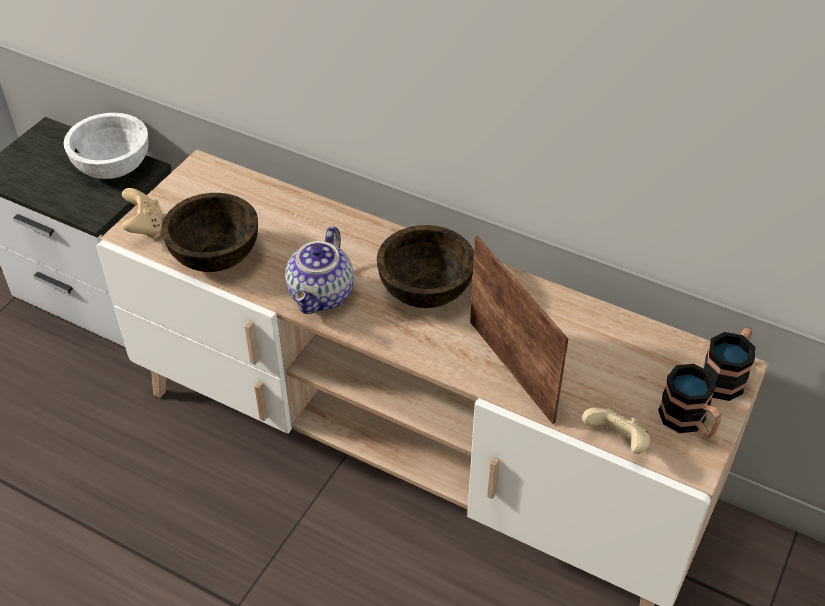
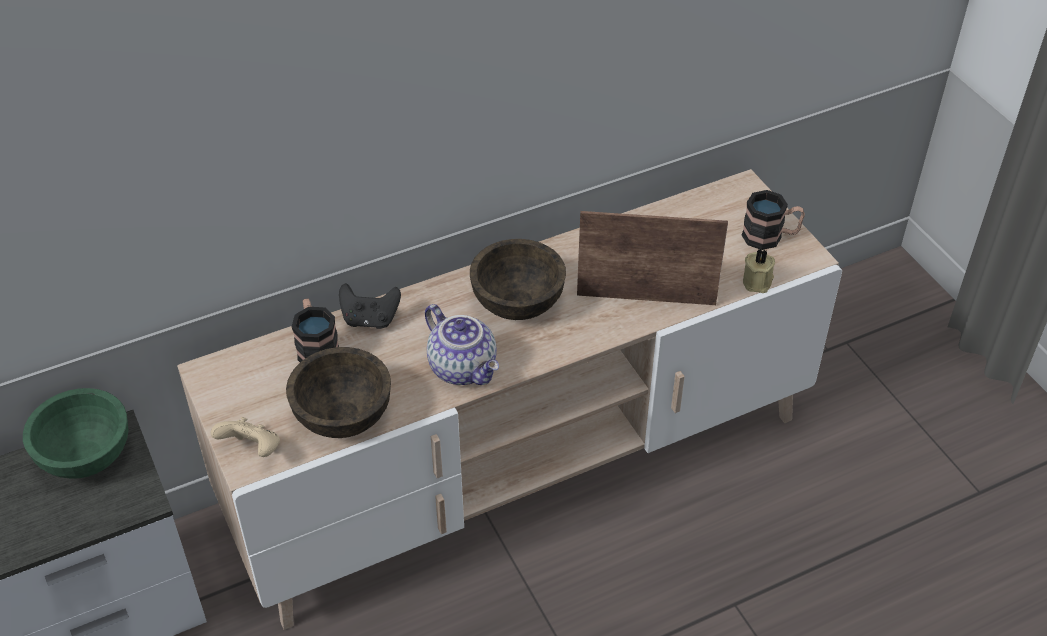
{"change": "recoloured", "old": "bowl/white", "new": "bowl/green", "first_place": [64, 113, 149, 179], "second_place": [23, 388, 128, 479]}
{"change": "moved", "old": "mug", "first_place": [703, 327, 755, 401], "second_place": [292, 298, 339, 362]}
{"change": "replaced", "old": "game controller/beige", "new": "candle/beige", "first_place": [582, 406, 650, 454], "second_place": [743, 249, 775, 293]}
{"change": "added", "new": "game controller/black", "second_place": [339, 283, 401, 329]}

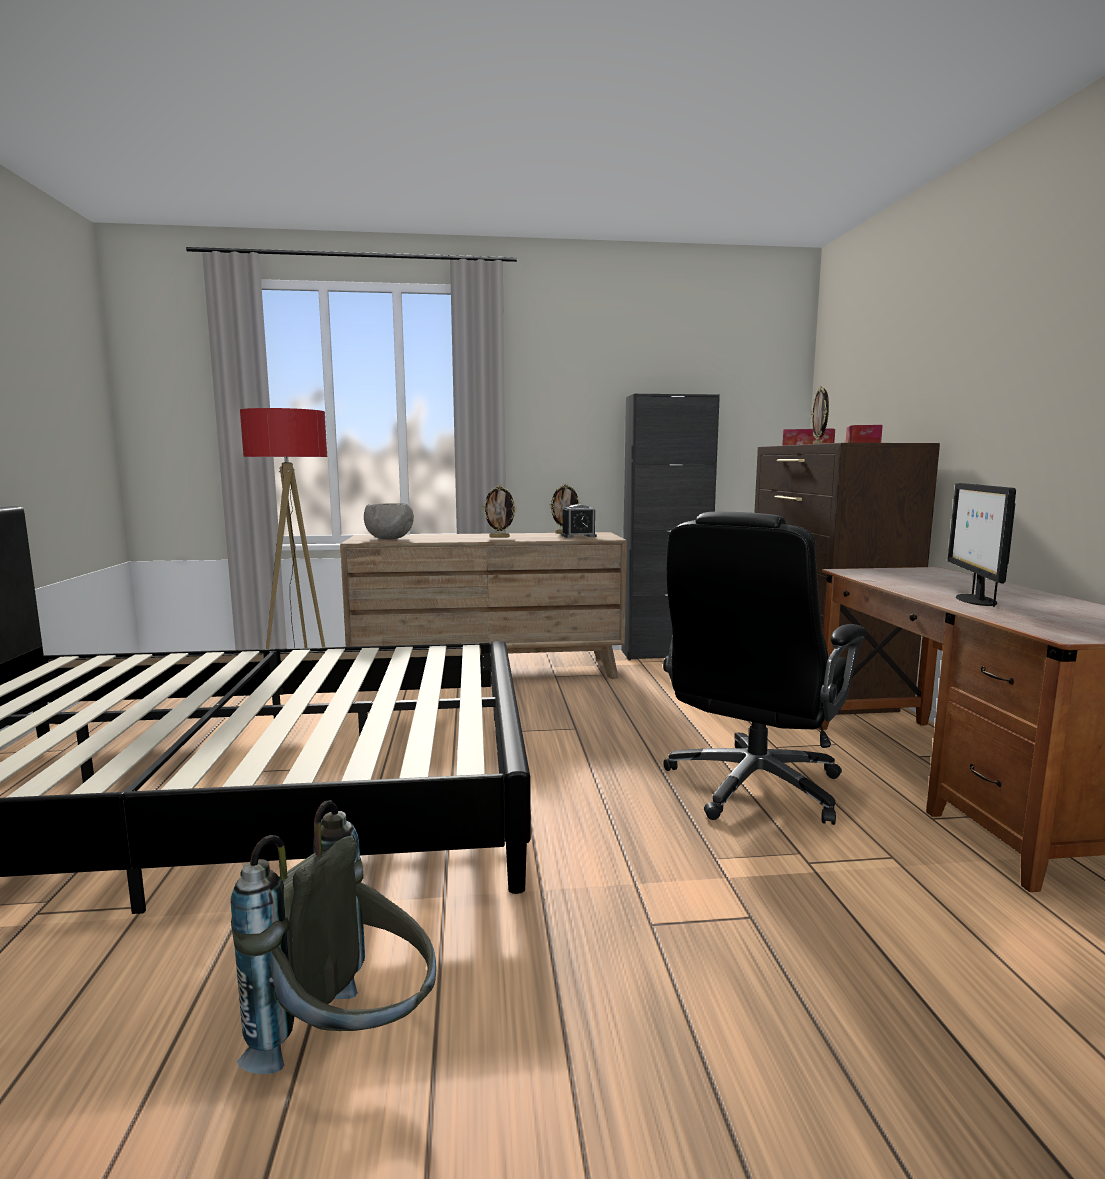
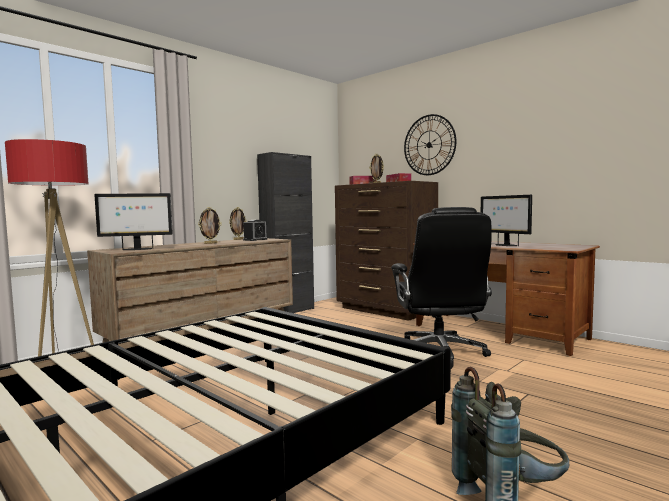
{"change": "replaced", "old": "bowl/grey", "new": "monitor", "first_place": [364, 503, 414, 540], "second_place": [94, 193, 173, 250]}
{"change": "added", "new": "wall clock", "second_place": [404, 114, 456, 175]}

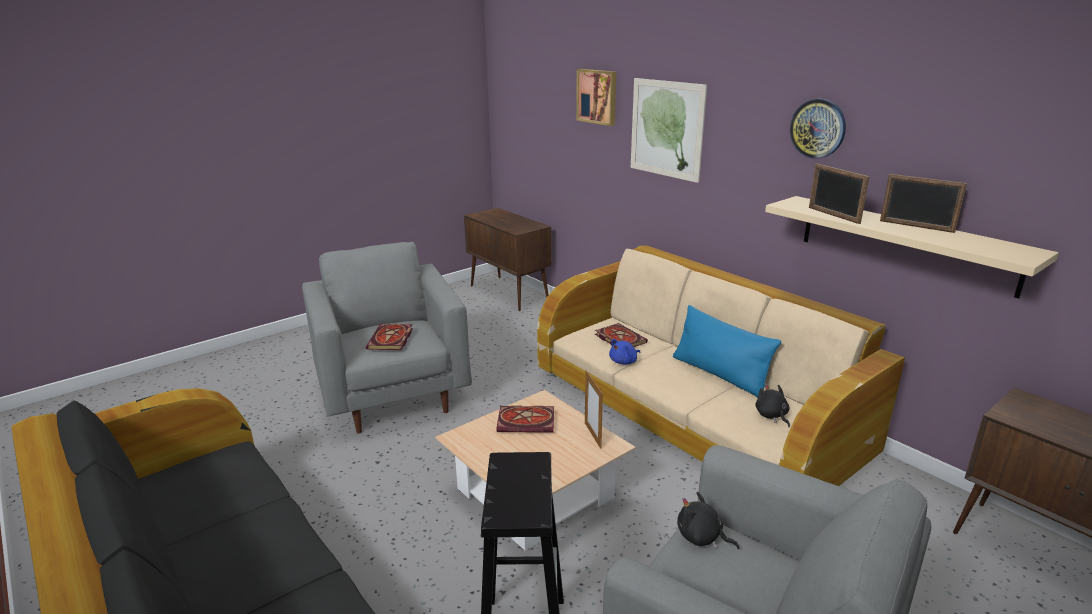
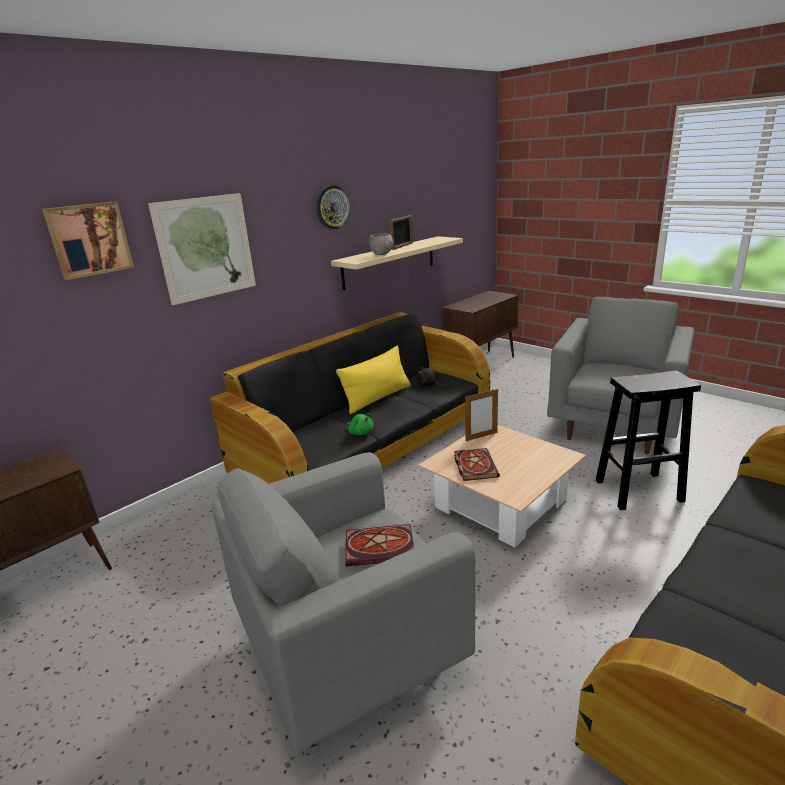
{"change": "replaced", "old": "picture frame", "new": "bowl/grey", "first_place": [809, 163, 870, 224], "second_place": [369, 234, 393, 255]}
{"change": "recoloured", "old": "sofa/beige", "new": "sofa/black", "first_place": [537, 246, 905, 486], "second_place": [210, 312, 490, 484]}
{"change": "recoloured", "old": "pillow/blue", "new": "pillow/yellow", "first_place": [673, 305, 781, 398], "second_place": [336, 345, 411, 414]}
{"change": "removed", "old": "book", "first_place": [595, 323, 648, 347]}
{"change": "recoloured", "old": "plush toy/blue", "new": "plush toy/green", "first_place": [609, 339, 641, 365], "second_place": [347, 413, 374, 435]}
{"change": "removed", "old": "plush toy/black", "first_place": [677, 492, 739, 549]}

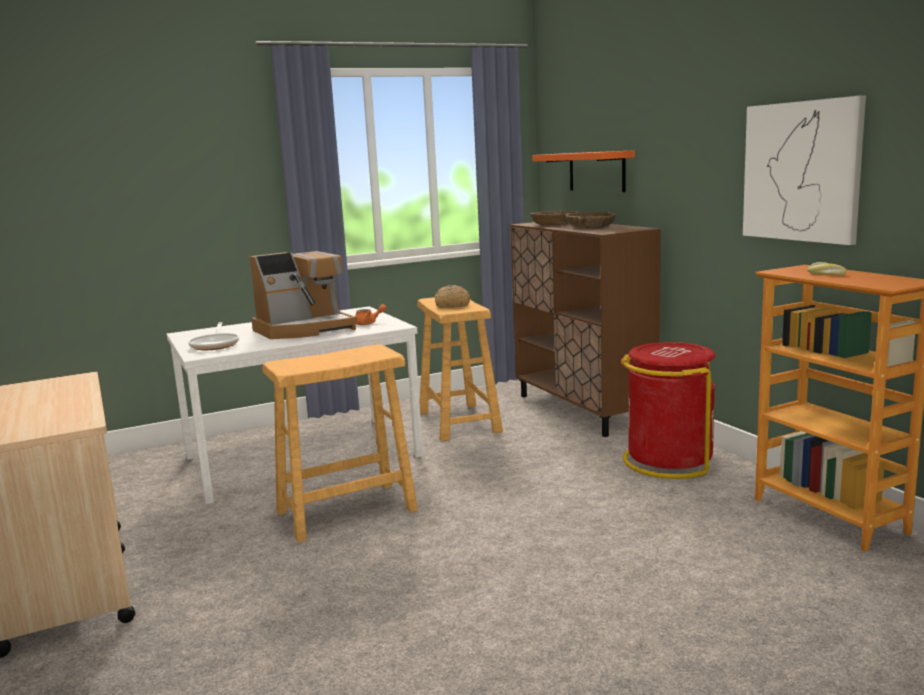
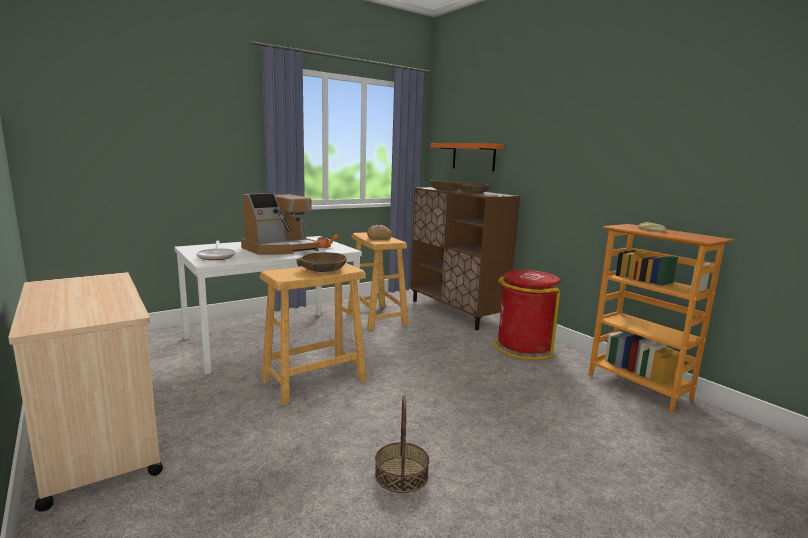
{"change": "removed", "old": "picture", "first_place": [743, 95, 866, 245]}
{"change": "added", "new": "bowl/brown", "second_place": [296, 252, 347, 272]}
{"change": "added", "new": "basket", "second_place": [375, 395, 429, 493]}

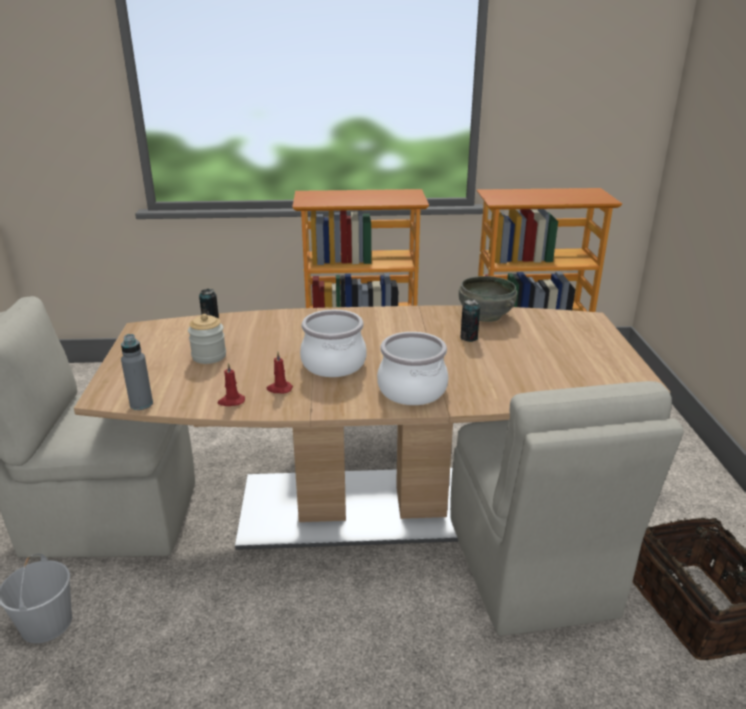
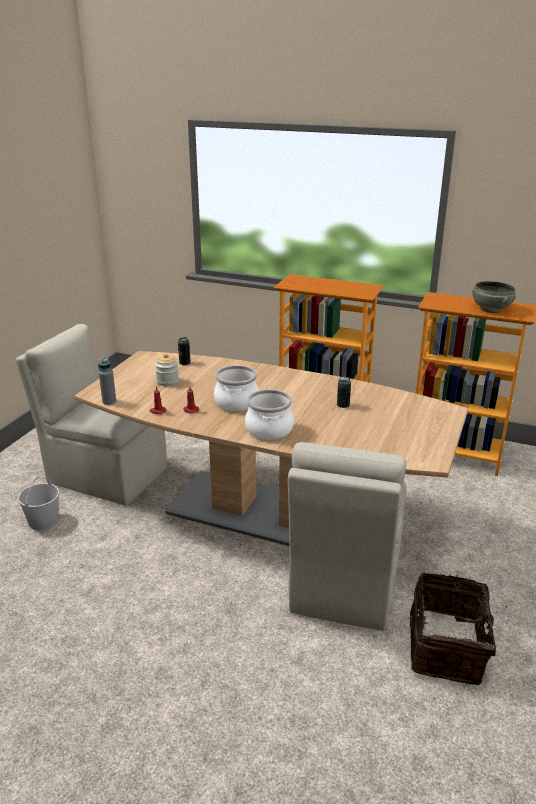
{"change": "moved", "old": "bowl/grey", "first_place": [459, 276, 517, 322], "second_place": [472, 281, 516, 313]}

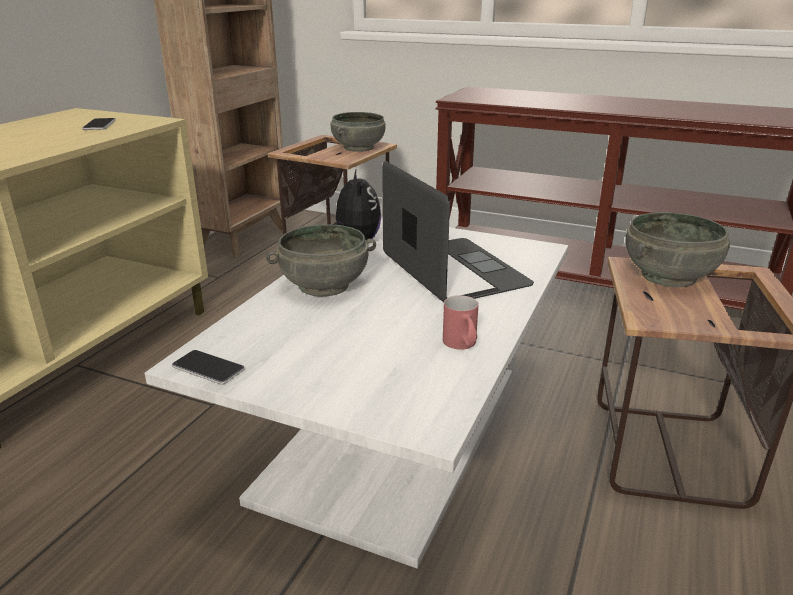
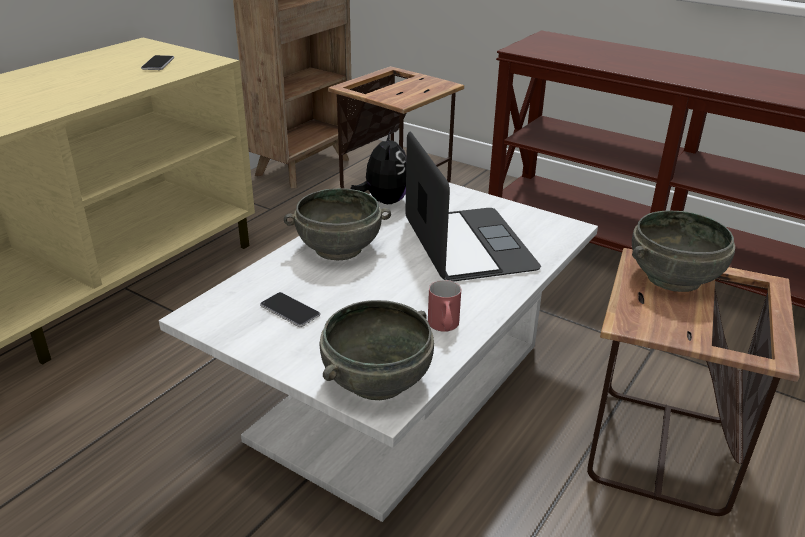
{"change": "moved", "old": "bowl/grey", "first_place": [330, 112, 386, 152], "second_place": [319, 300, 434, 400]}
{"change": "moved", "old": "phone", "first_place": [172, 350, 245, 385], "second_place": [260, 292, 320, 327]}

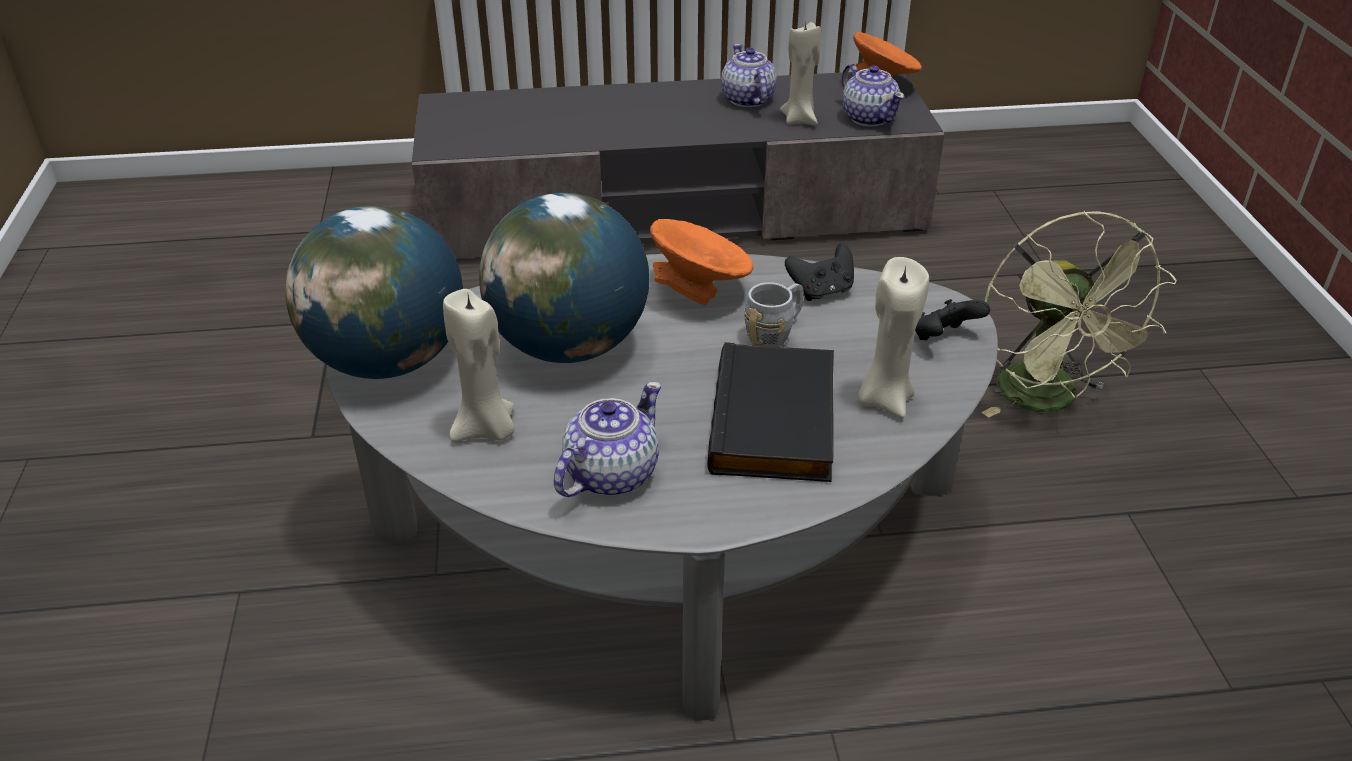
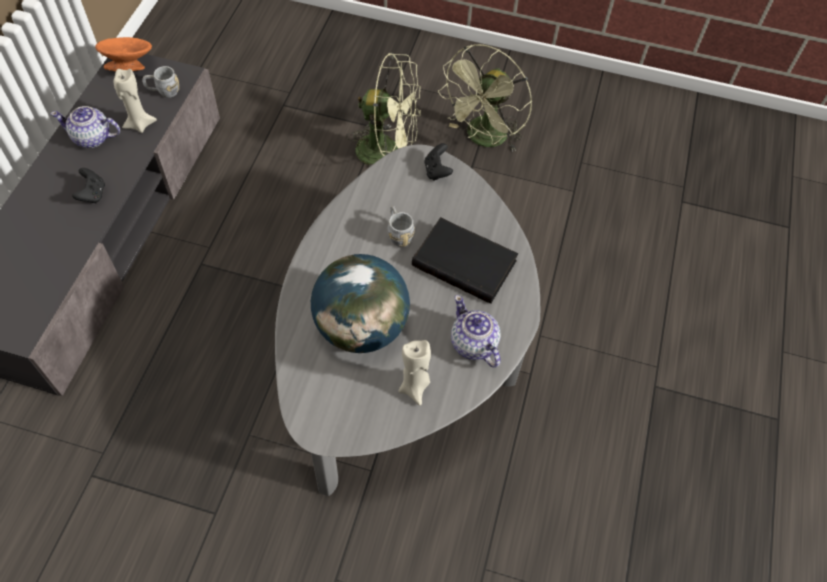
{"change": "replaced", "old": "teapot", "new": "mug/grey", "first_place": [842, 64, 904, 127], "second_place": [142, 66, 179, 98]}
{"change": "removed", "old": "globe", "first_place": [285, 206, 463, 379]}
{"change": "removed", "old": "bowl/orange", "first_place": [650, 219, 753, 305]}
{"change": "moved", "old": "game controller/black", "first_place": [785, 244, 854, 301], "second_place": [72, 168, 105, 203]}
{"change": "removed", "old": "candle/beige", "first_place": [858, 257, 929, 418]}
{"change": "added", "new": "fan/green", "second_place": [438, 44, 532, 152]}

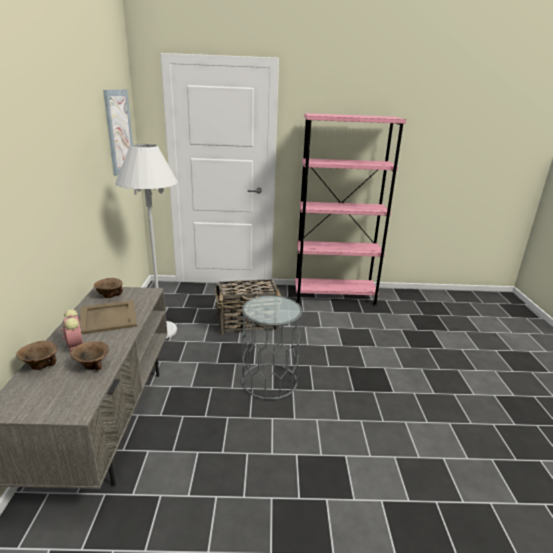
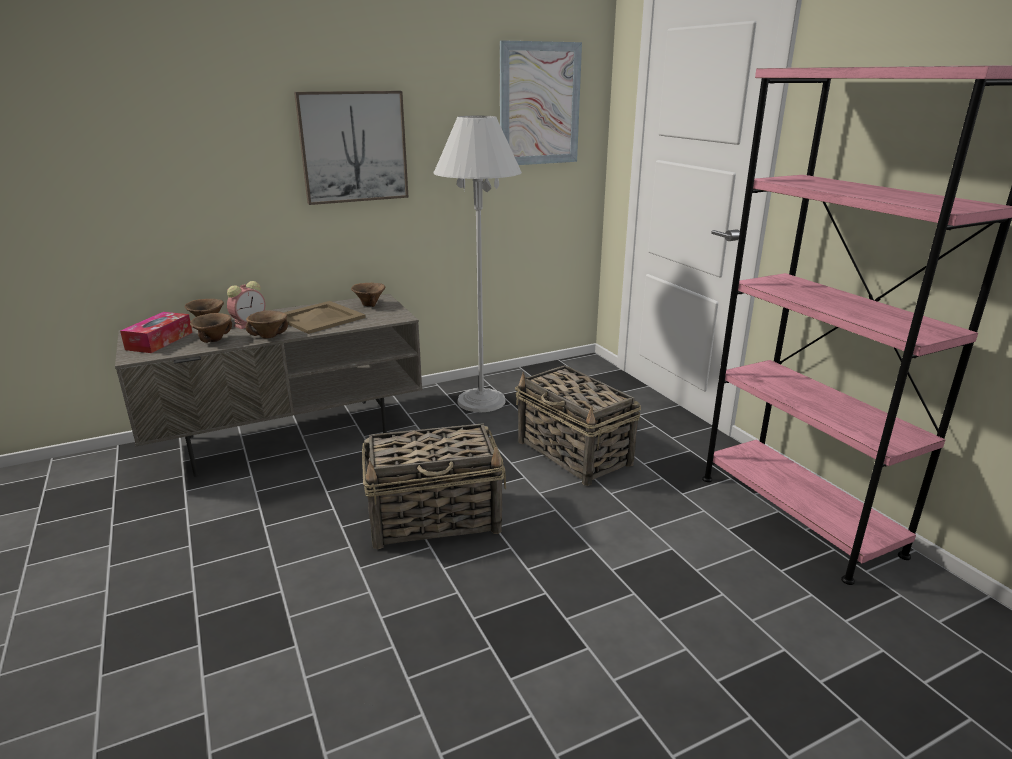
{"change": "replaced", "old": "side table/grey", "new": "basket", "first_place": [242, 295, 302, 400], "second_place": [362, 423, 506, 549]}
{"change": "added", "new": "picture", "second_place": [294, 91, 409, 205]}
{"change": "added", "new": "bowl/brown", "second_place": [245, 310, 288, 339]}
{"change": "added", "new": "tissue box", "second_place": [120, 312, 193, 353]}

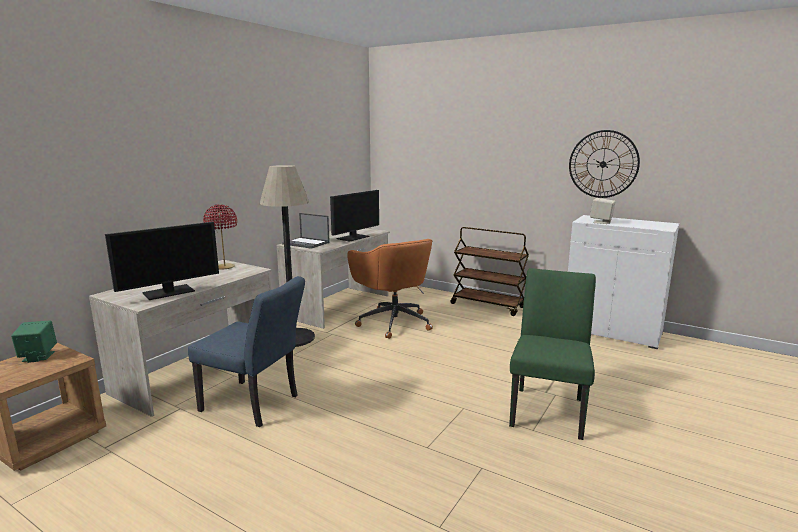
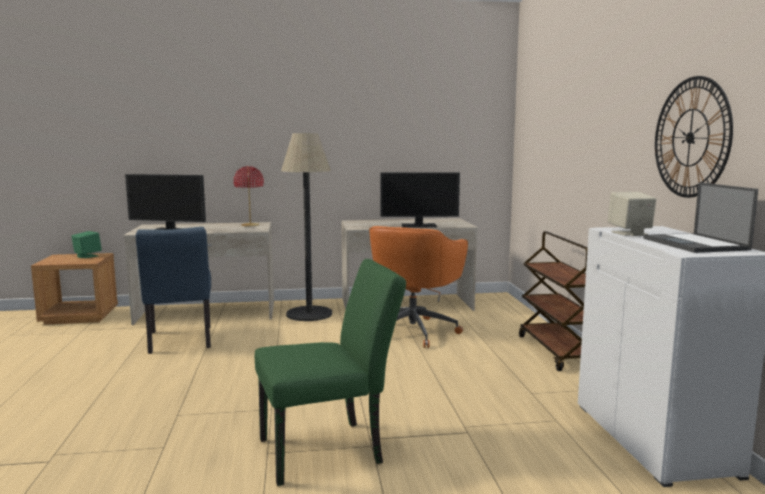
{"change": "moved", "old": "laptop", "first_place": [282, 213, 330, 249], "second_place": [643, 182, 758, 253]}

